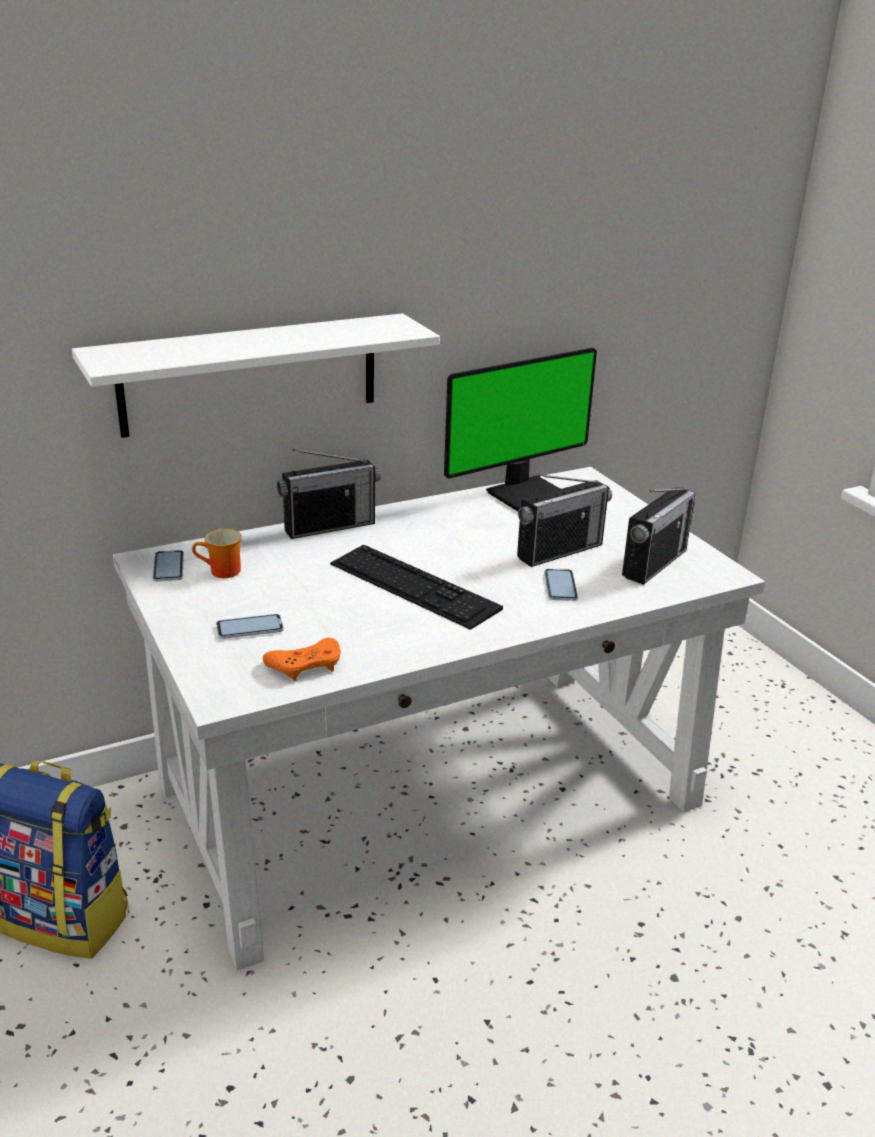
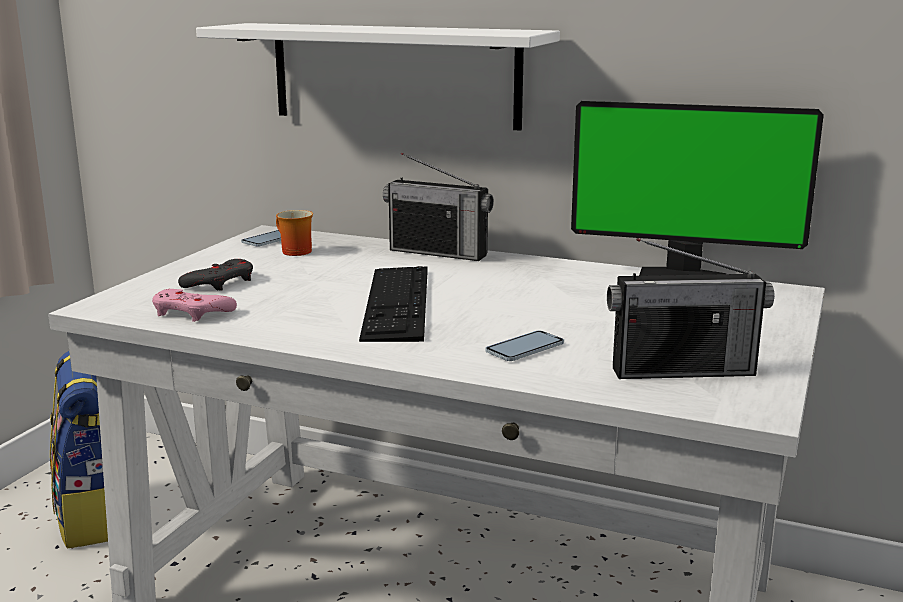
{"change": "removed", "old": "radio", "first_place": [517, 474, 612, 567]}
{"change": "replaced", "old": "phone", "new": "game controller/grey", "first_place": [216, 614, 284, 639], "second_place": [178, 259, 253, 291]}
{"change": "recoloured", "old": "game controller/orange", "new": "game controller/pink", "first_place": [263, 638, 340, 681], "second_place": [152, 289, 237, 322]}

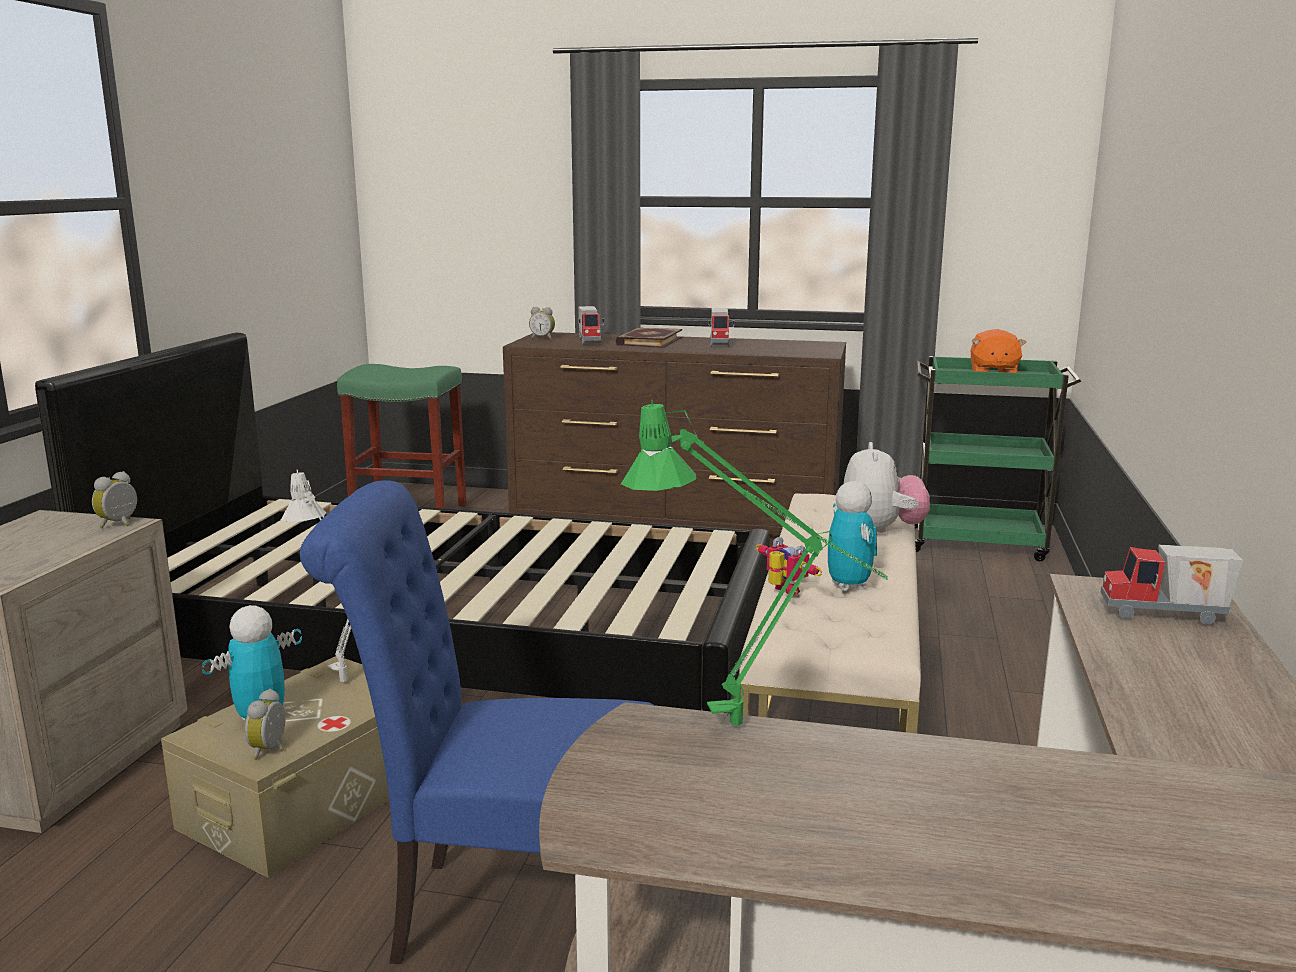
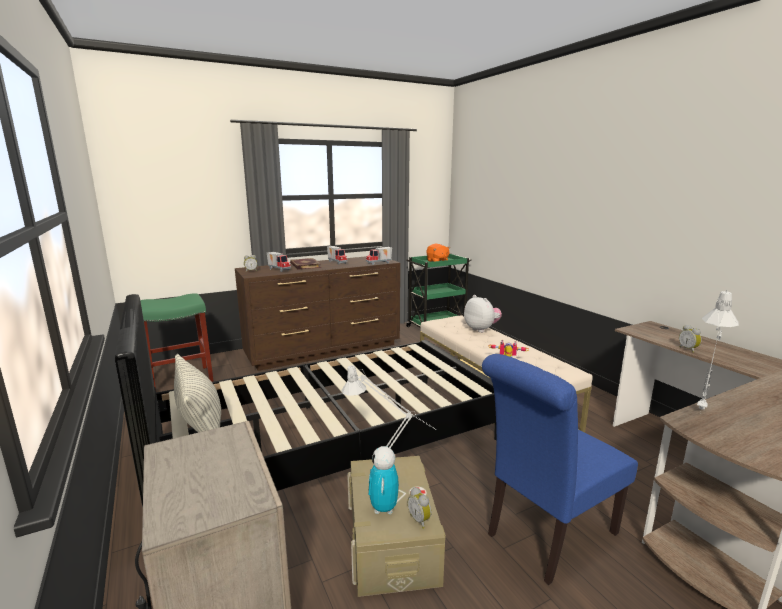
{"change": "recoloured", "old": "table lamp/green", "new": "table lamp/grey", "first_place": [621, 399, 889, 726], "second_place": [697, 290, 739, 413]}
{"change": "moved", "old": "alarm clock", "first_place": [92, 471, 137, 528], "second_place": [679, 325, 702, 353]}
{"change": "removed", "old": "toy robot", "first_place": [828, 481, 877, 591]}
{"change": "moved", "old": "toy truck", "first_place": [1101, 545, 1243, 625], "second_place": [366, 247, 392, 265]}
{"change": "added", "new": "pillow", "second_place": [174, 354, 221, 432]}

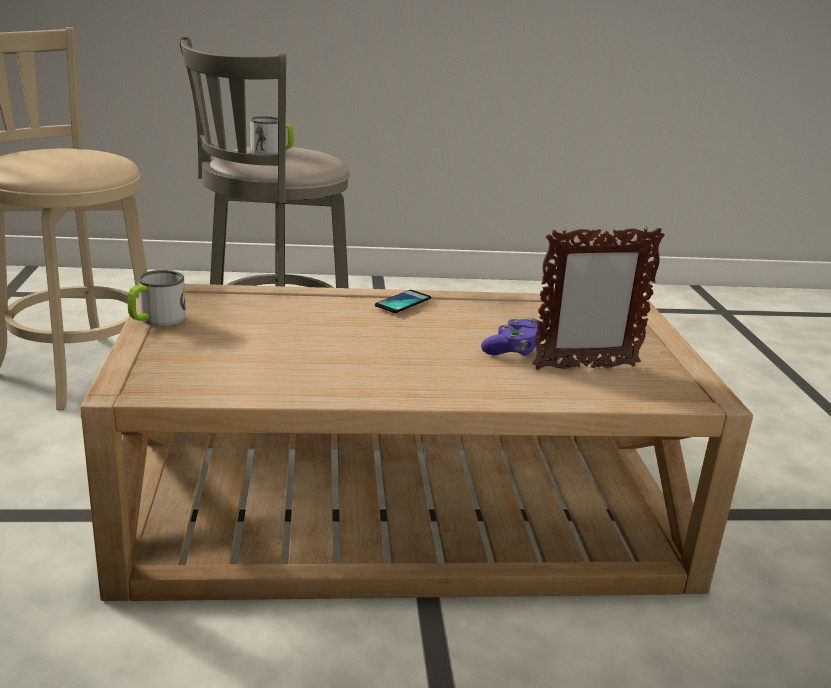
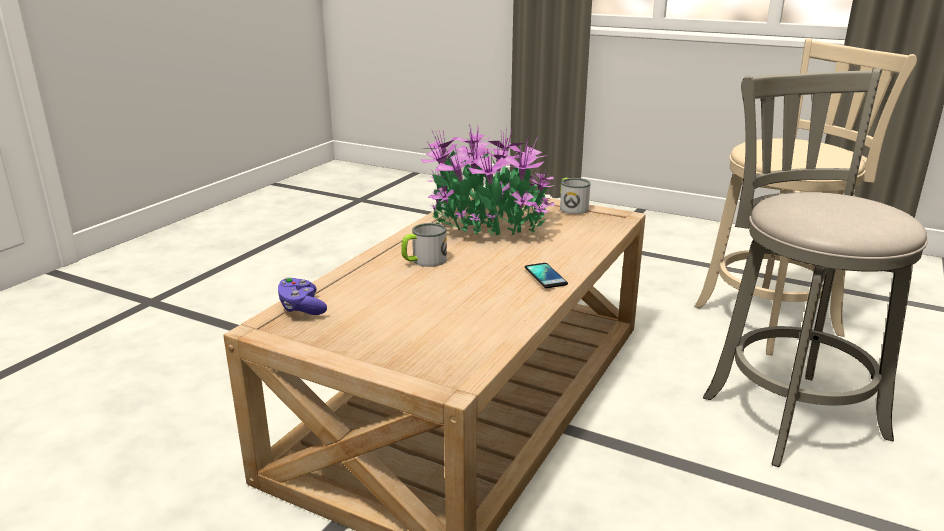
{"change": "moved", "old": "mug", "first_place": [250, 116, 294, 154], "second_place": [401, 223, 447, 267]}
{"change": "removed", "old": "picture frame", "first_place": [532, 226, 665, 370]}
{"change": "moved", "old": "game controller/purple", "first_place": [481, 318, 540, 356], "second_place": [278, 277, 327, 315]}
{"change": "added", "new": "potted plant", "second_place": [421, 125, 555, 236]}

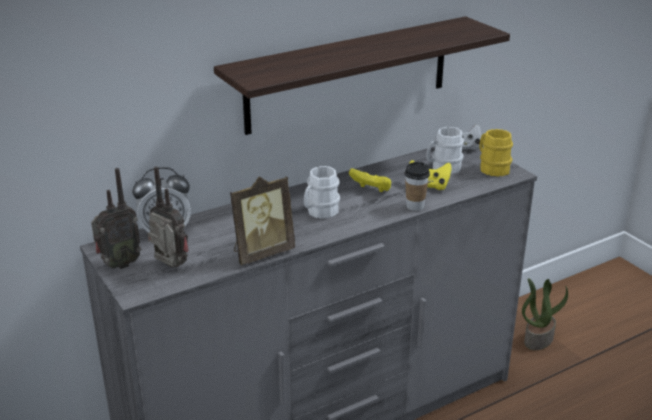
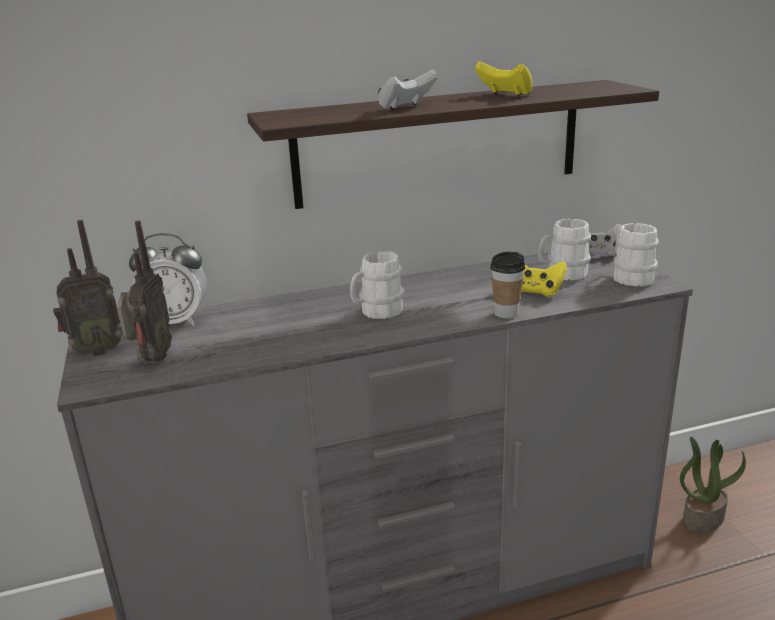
{"change": "recoloured", "old": "mug/yellow", "new": "mug/white", "first_place": [479, 129, 513, 176], "second_place": [613, 223, 659, 287]}
{"change": "turned", "old": "radio", "first_place": [147, 166, 189, 268], "second_place": [118, 220, 172, 362], "degrees": 45}
{"change": "moved", "old": "game controller/yellow", "first_place": [349, 168, 391, 192], "second_place": [475, 61, 532, 96]}
{"change": "removed", "old": "picture frame", "first_place": [230, 176, 295, 265]}
{"change": "added", "new": "game controller/white", "second_place": [378, 70, 437, 110]}

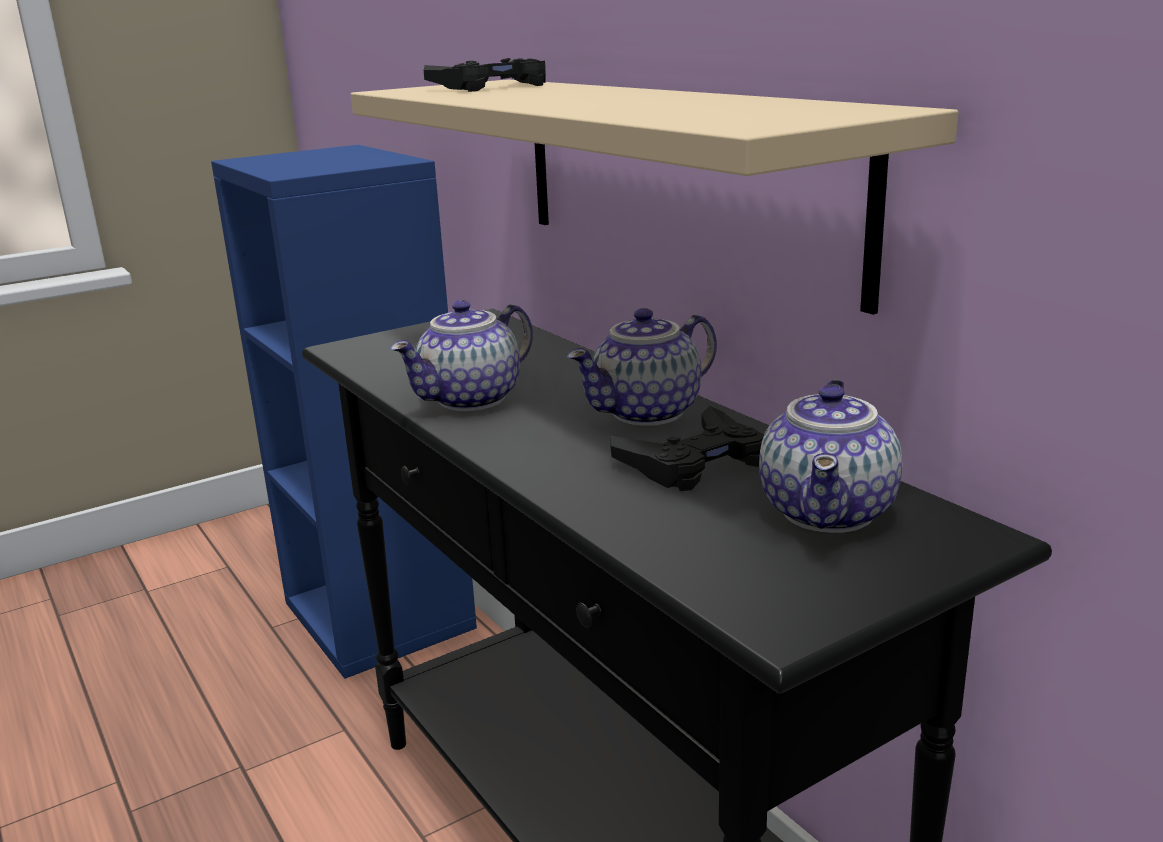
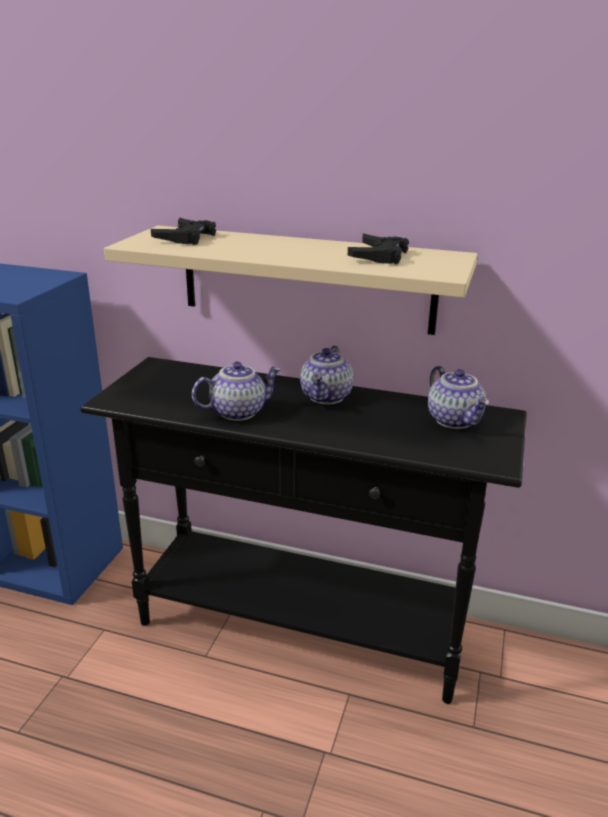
{"change": "turned", "old": "teapot", "first_place": [390, 300, 533, 411], "second_place": [192, 362, 281, 421], "degrees": -120}
{"change": "moved", "old": "game controller/black", "first_place": [610, 406, 764, 491], "second_place": [348, 233, 409, 264]}

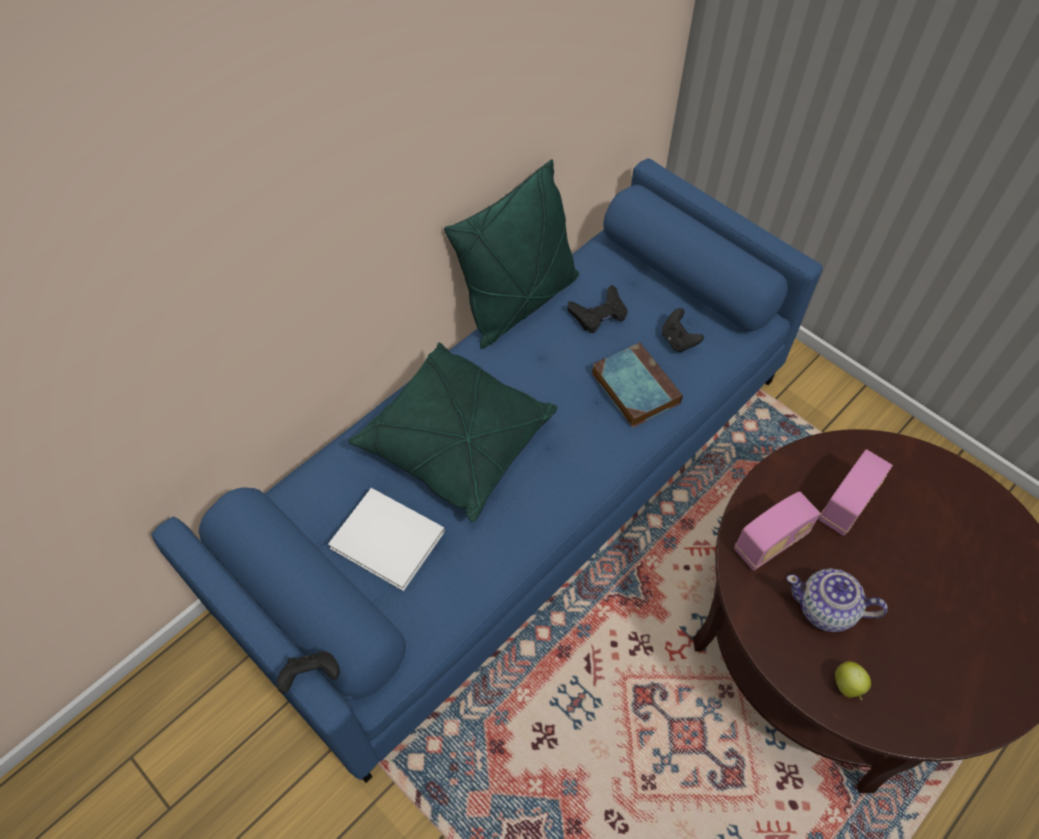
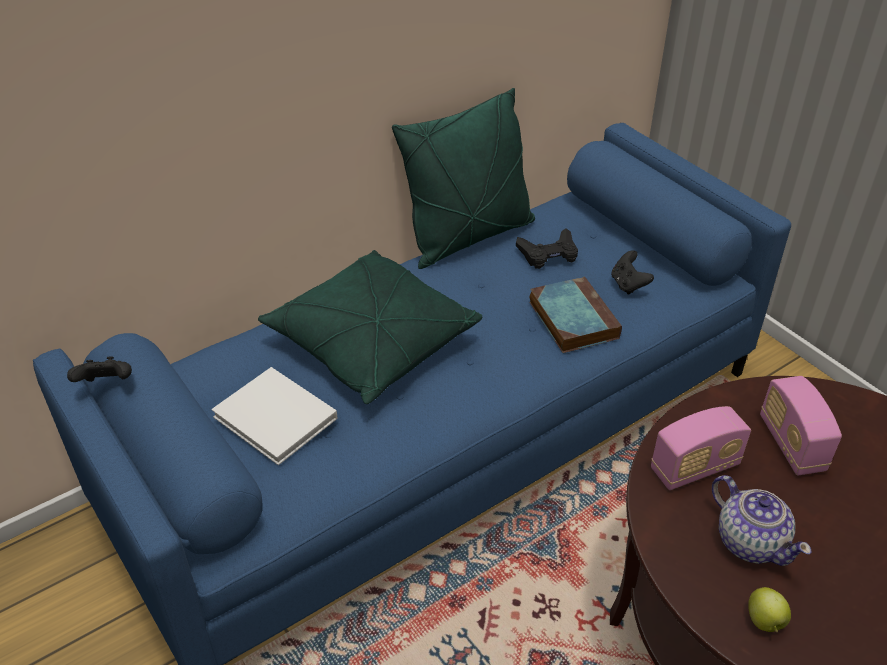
{"change": "turned", "old": "radio", "first_place": [819, 449, 893, 536], "second_place": [760, 376, 842, 475], "degrees": 120}
{"change": "turned", "old": "teapot", "first_place": [787, 568, 888, 632], "second_place": [712, 475, 811, 566], "degrees": -150}
{"change": "moved", "old": "game controller/black", "first_place": [277, 651, 340, 693], "second_place": [67, 357, 132, 382]}

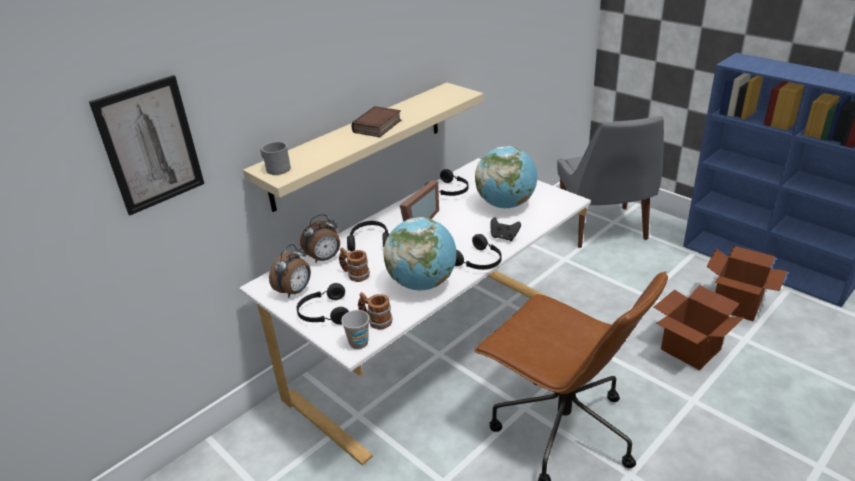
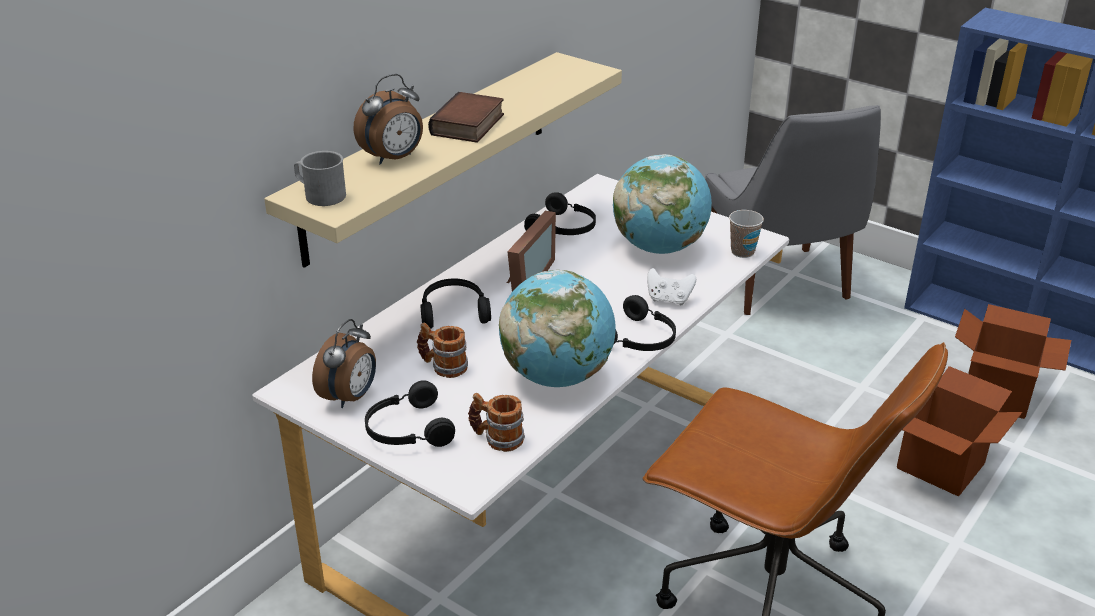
{"change": "removed", "old": "picture", "first_place": [89, 75, 205, 215]}
{"change": "moved", "old": "alarm clock", "first_place": [300, 214, 340, 263], "second_place": [354, 74, 423, 165]}
{"change": "recoloured", "old": "game controller/black", "new": "game controller/white", "first_place": [490, 217, 521, 241], "second_place": [647, 268, 696, 305]}
{"change": "moved", "old": "cup", "first_place": [341, 310, 369, 349], "second_place": [729, 210, 764, 258]}

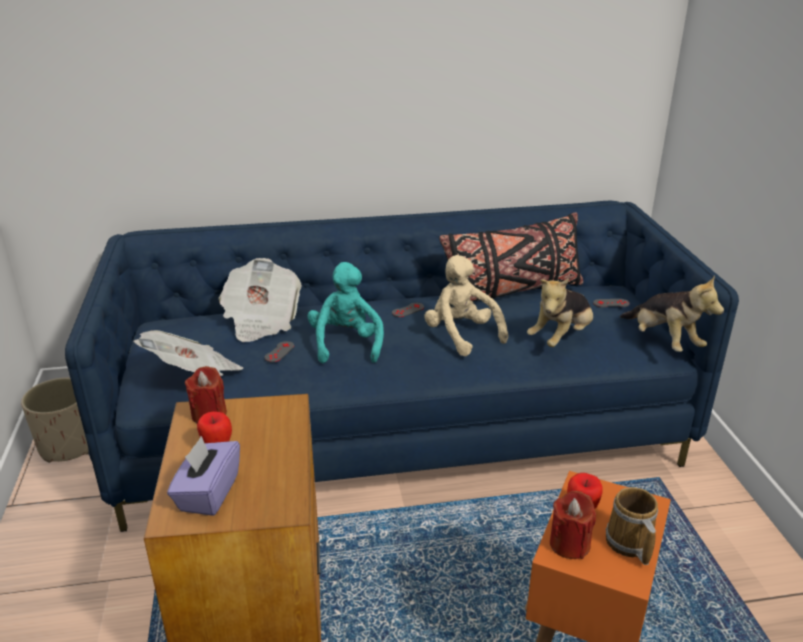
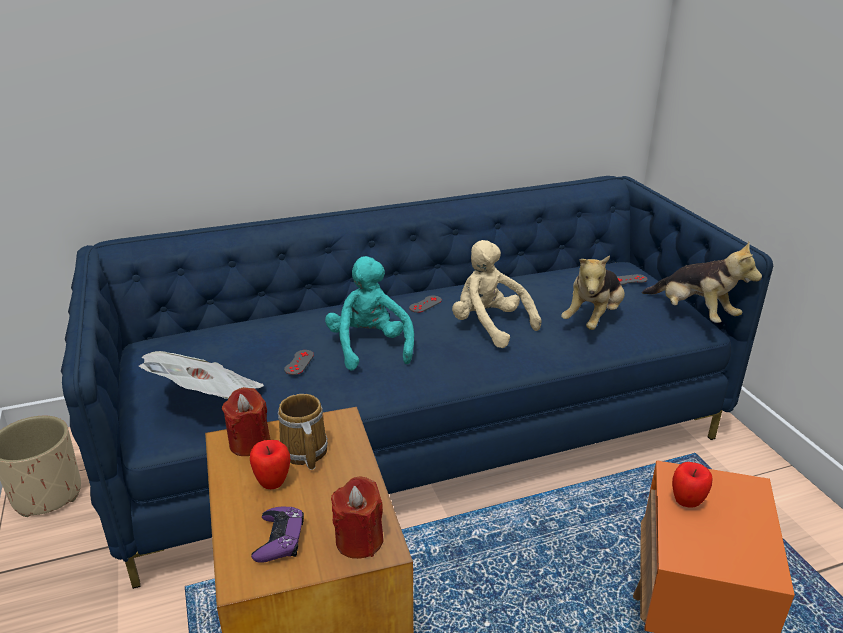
{"change": "removed", "old": "pillow/black", "first_place": [439, 212, 583, 302]}
{"change": "removed", "old": "newspaper", "first_place": [219, 258, 302, 342]}
{"change": "replaced", "old": "tissue box/purple", "new": "game controller/purple", "first_place": [167, 436, 240, 516], "second_place": [251, 507, 304, 563]}
{"change": "moved", "old": "mug", "first_place": [606, 487, 658, 565], "second_place": [278, 394, 328, 470]}
{"change": "moved", "old": "candle/red", "first_place": [550, 491, 596, 559], "second_place": [331, 477, 383, 559]}

